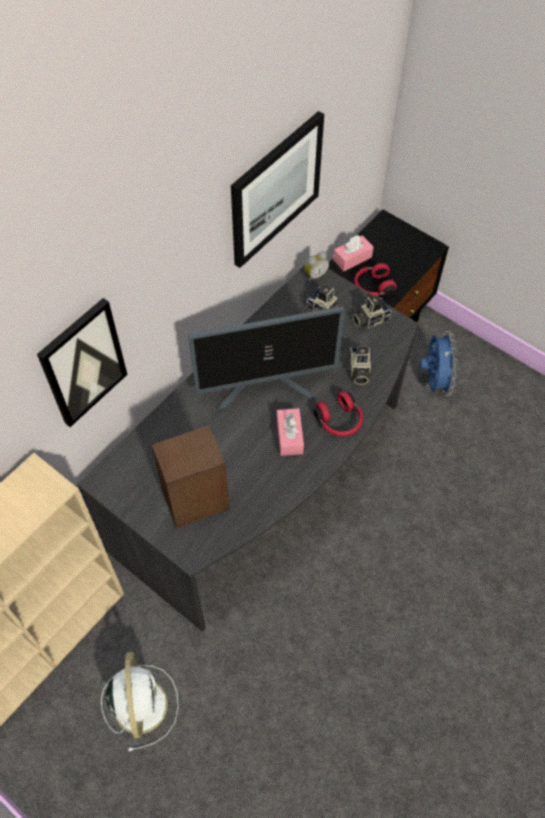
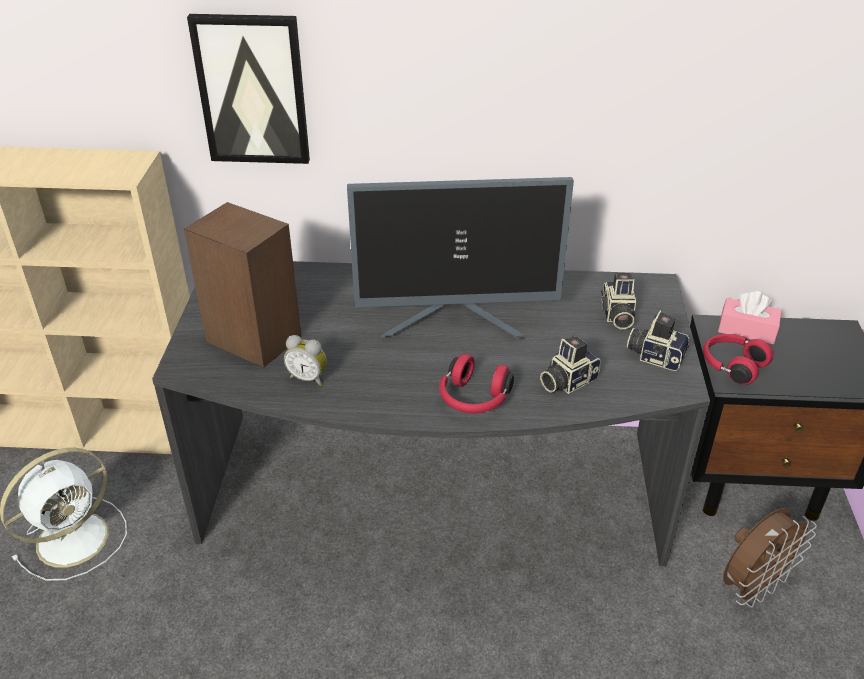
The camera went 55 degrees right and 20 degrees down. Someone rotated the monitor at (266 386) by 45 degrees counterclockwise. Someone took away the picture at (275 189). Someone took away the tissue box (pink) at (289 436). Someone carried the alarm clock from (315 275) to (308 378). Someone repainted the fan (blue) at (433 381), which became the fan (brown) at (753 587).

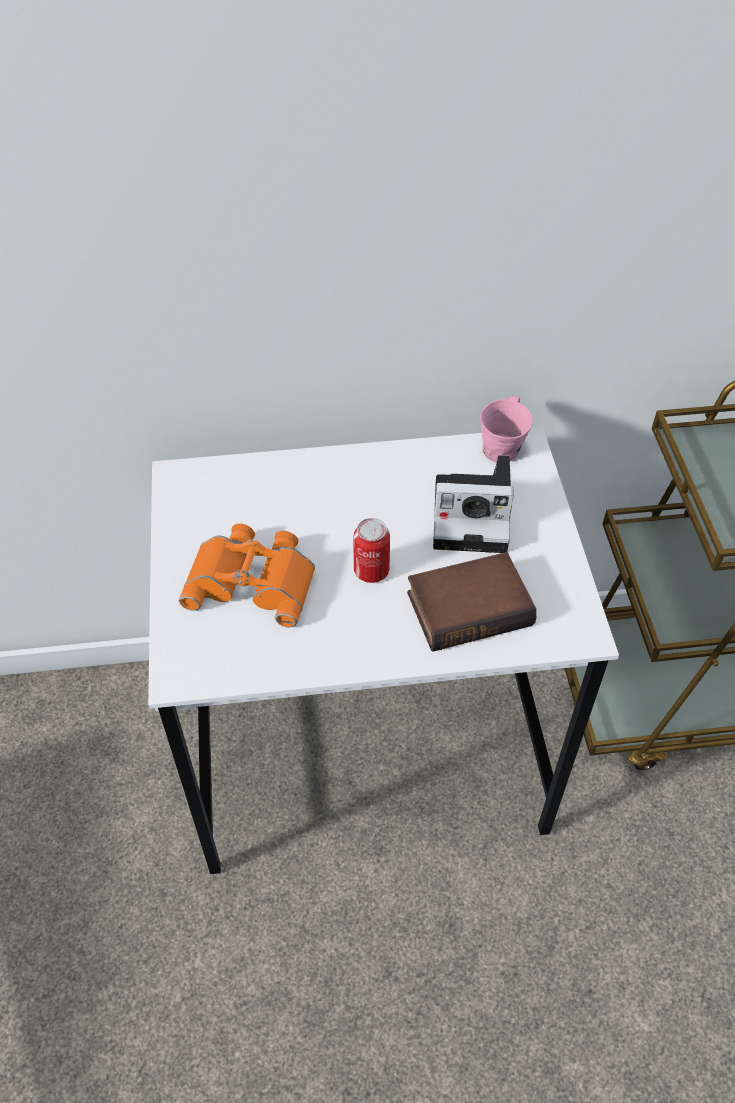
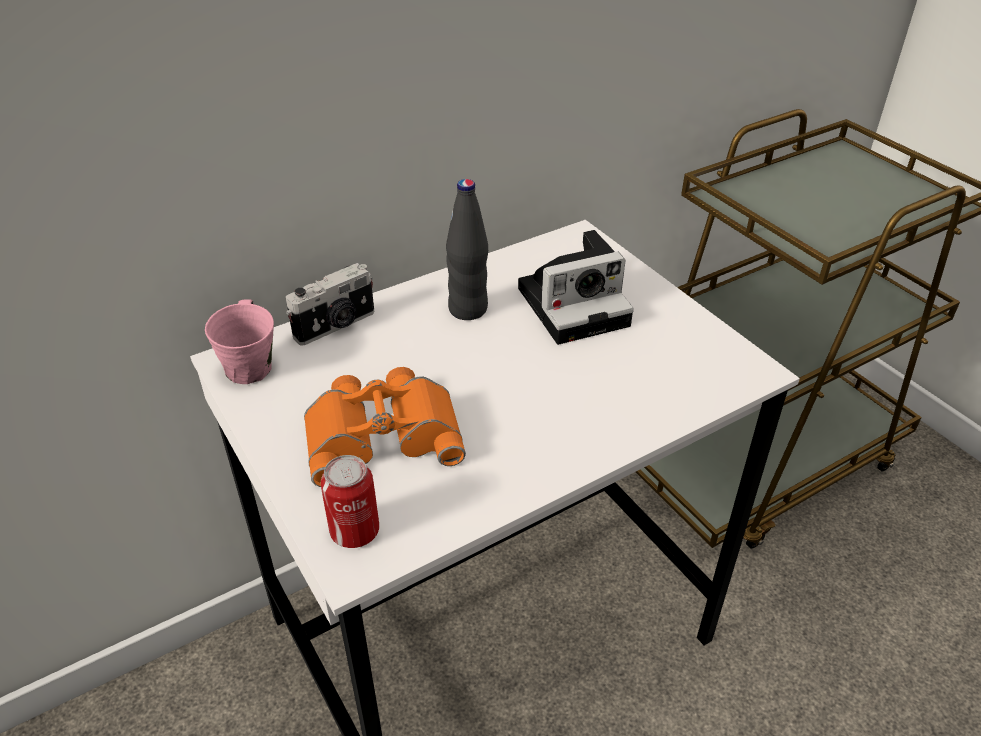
The camera went 25 degrees left and 10 degrees down. Someone carried the can from (371 571) to (355 531). Someone took away the book at (469 606). Someone carried the mug (pink) from (502 449) to (250 367). Someone put down the photo camera at (336 326). Someone put down the bottle (black) at (468 309).

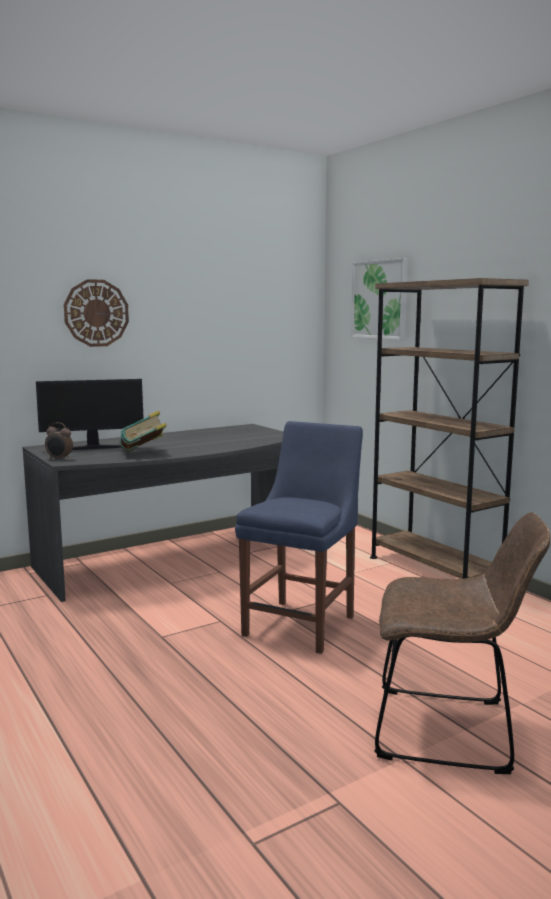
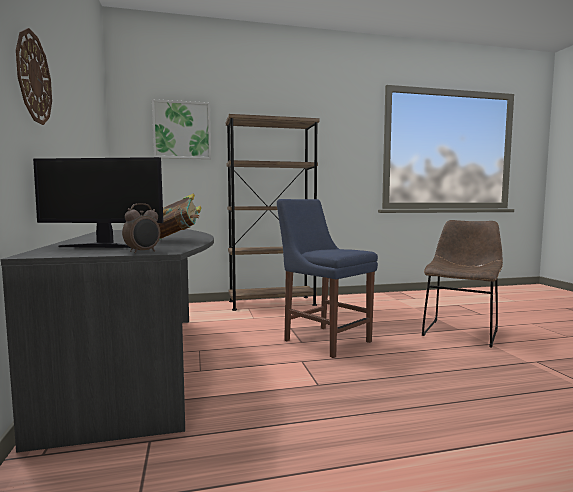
The camera went 70 degrees left and 5 degrees down. Someone rotated the monitor at (93 448) by 90 degrees clockwise.

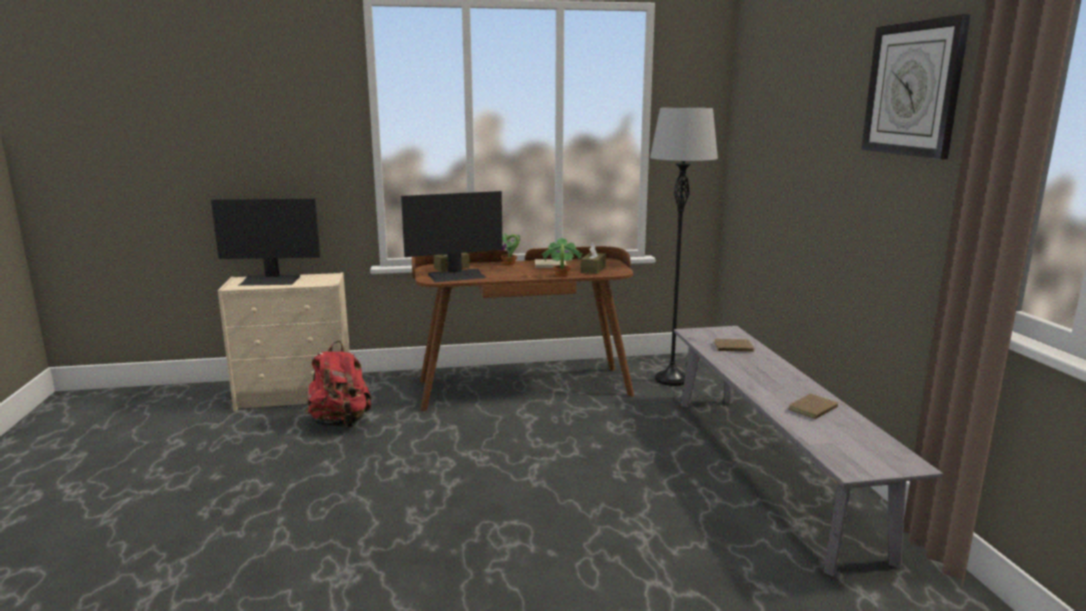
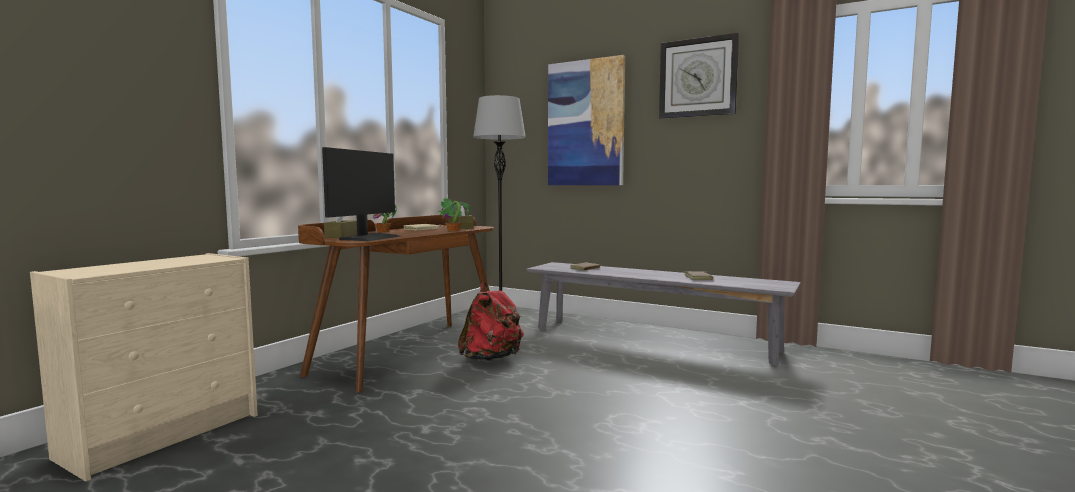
The camera went 50 degrees left and 10 degrees down. Someone took away the monitor at (270 280). Someone carried the backpack (red) from (341 423) to (491 359). Someone put up the picture at (585 123).

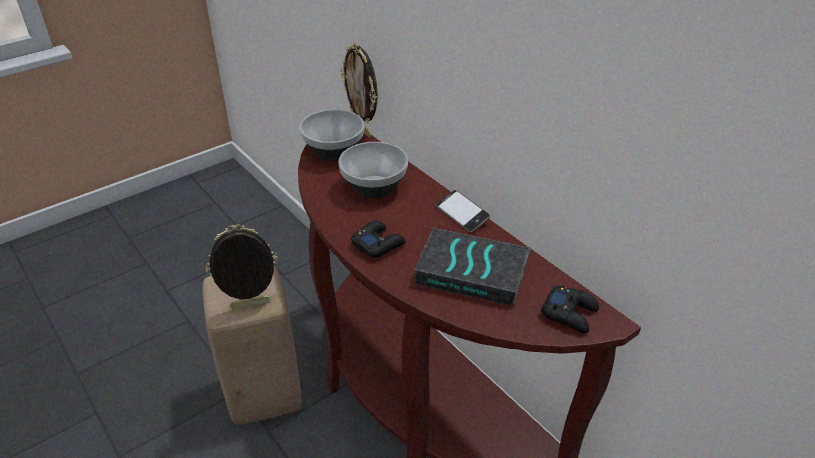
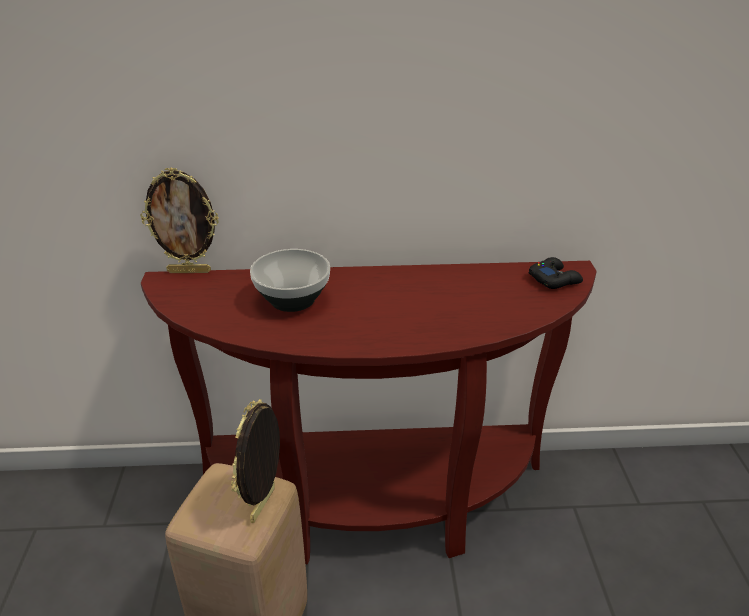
The camera went 55 degrees left and 5 degrees down. Someone took away the bowl at (335 151). Someone took away the game controller (black) at (378 244). Someone took away the book at (473 272). Someone took away the phone at (462 215).

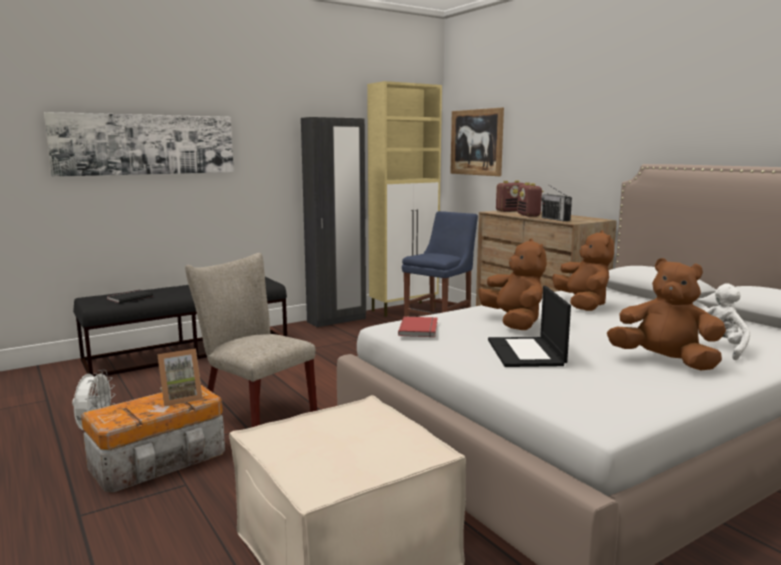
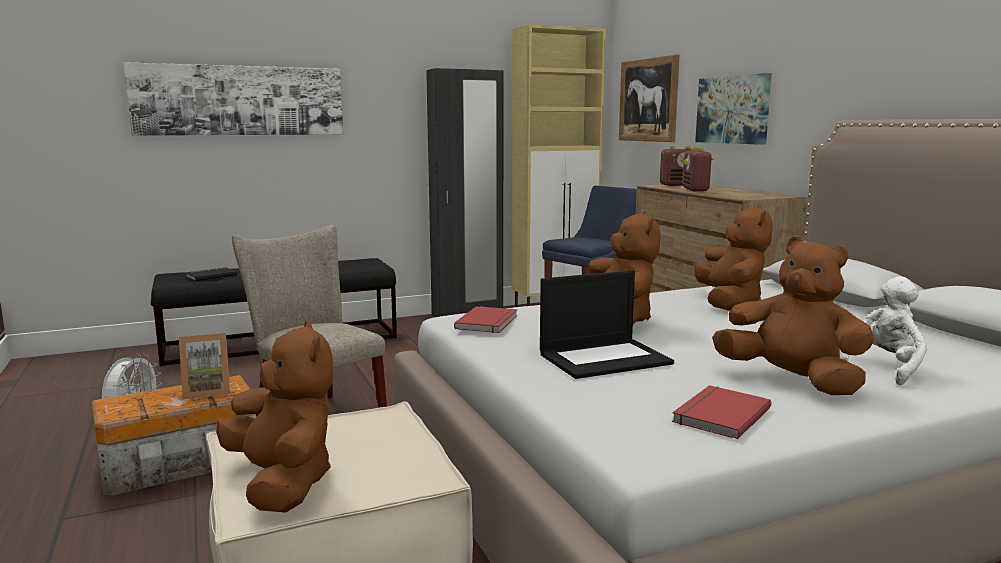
The camera went 10 degrees right and 0 degrees up. Someone rotated the laptop at (526 352) by 120 degrees counterclockwise. Someone took away the radio at (555 219). Someone put down the plush toy (brown) at (283 483). Someone put down the book (red) at (718 414). Someone put up the picture at (733 110).

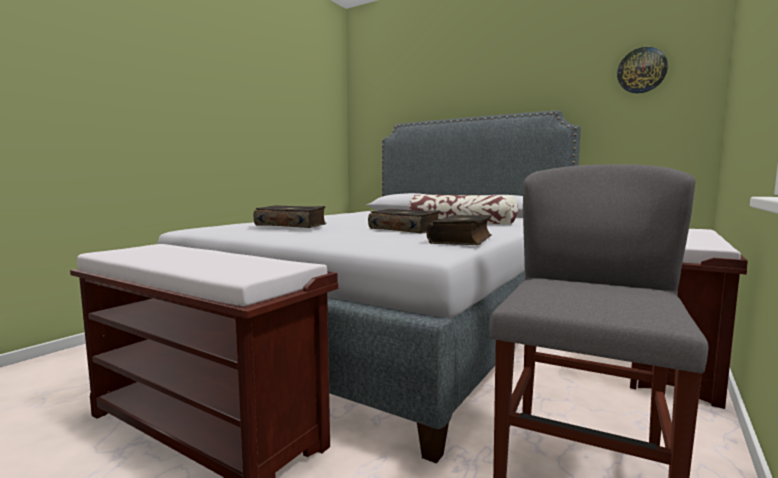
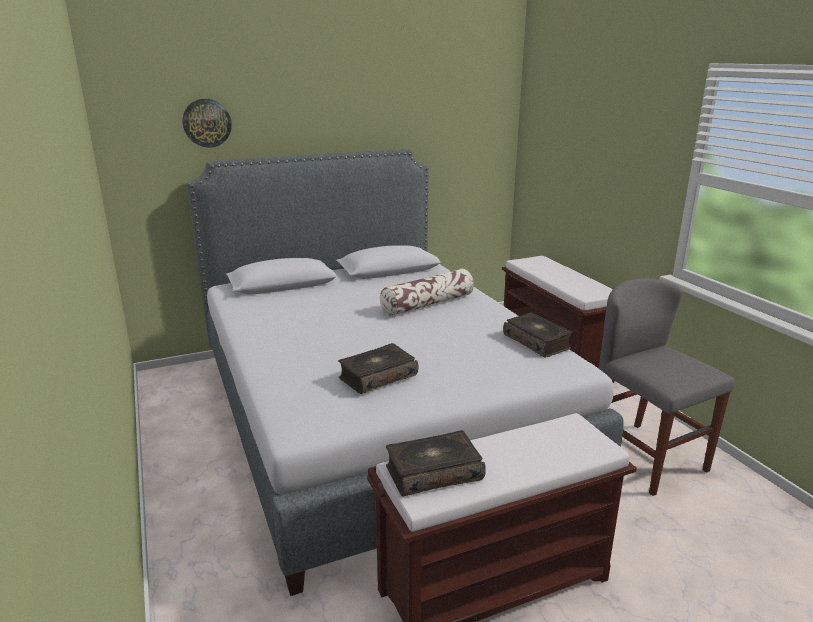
The camera went 55 degrees left and 15 degrees up. Someone carried the book from (405 229) to (433 473). Someone carried the wall clock from (641 70) to (207 123).

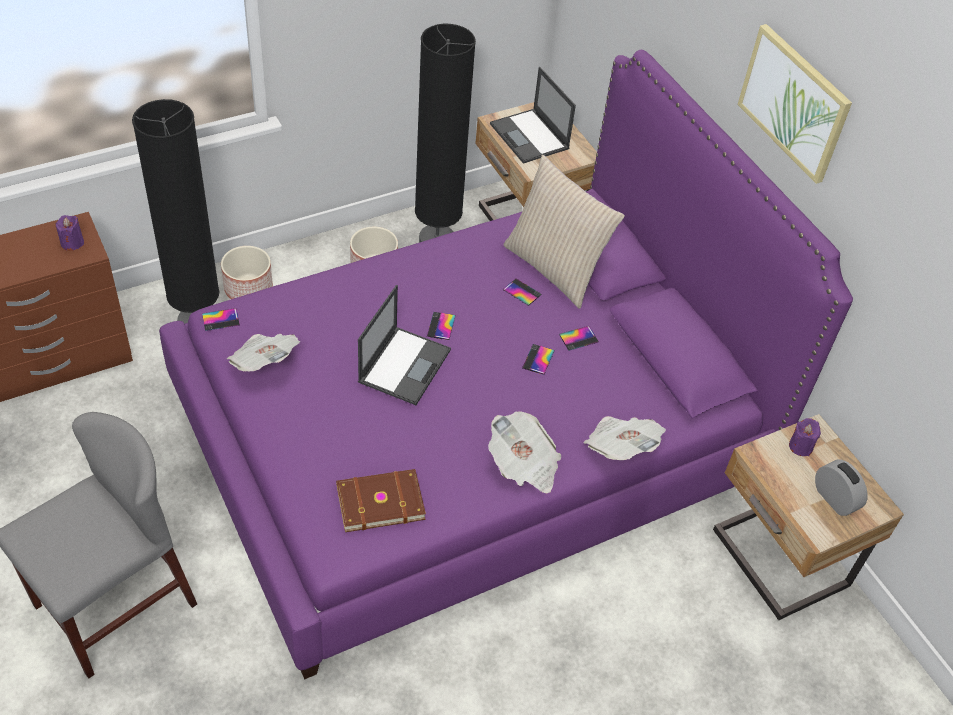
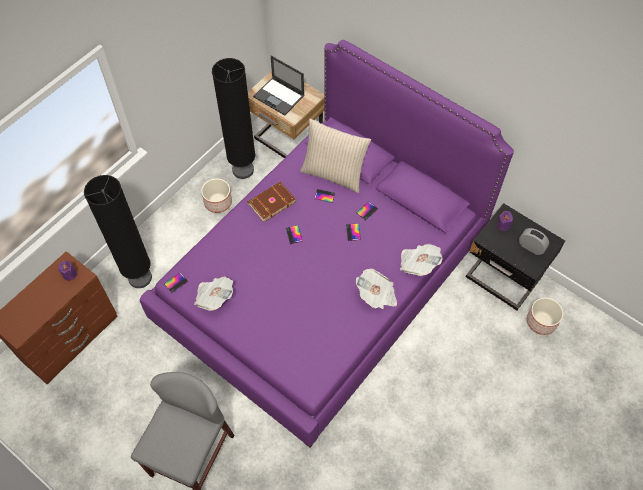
The camera went 20 degrees left and 10 degrees up. Someone carried the planter from (248 288) to (541 321). Someone carried the book (brown) from (379 501) to (271 202). Someone took away the laptop at (404 365). Someone repainted the nightstand (beige) at (777 561), which became the nightstand (black) at (502 279). Someone took away the picture at (794 102).

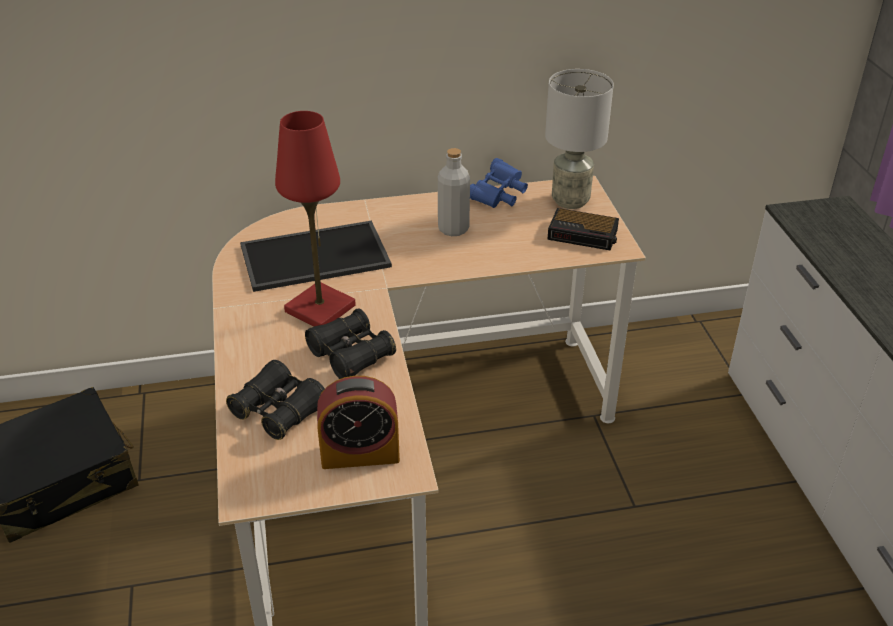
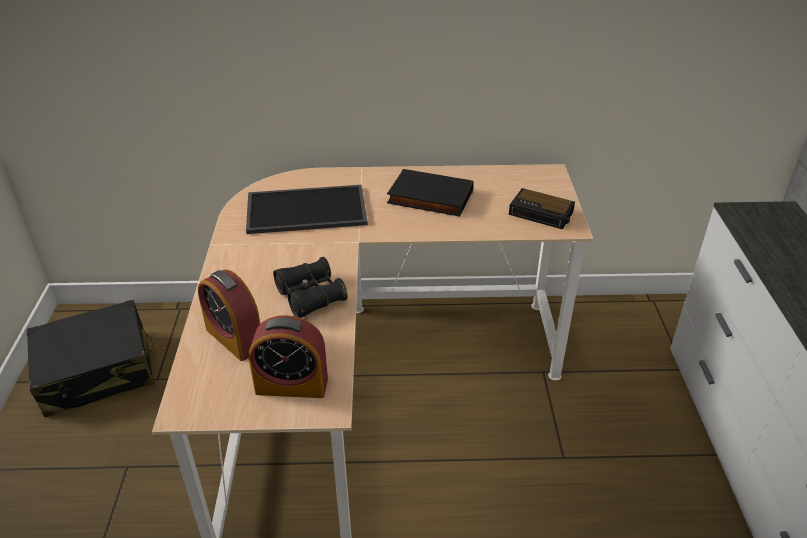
The camera went 10 degrees right and 0 degrees up. Someone swapped the binoculars (black) at (279 411) for the alarm clock at (234 338). Someone took away the table lamp (red) at (320 308). Someone swapped the bottle (grey) at (453 229) for the book (black) at (429 198). Someone took away the binoculars (blue) at (498 196). Someone took away the table lamp (grey) at (569 201).

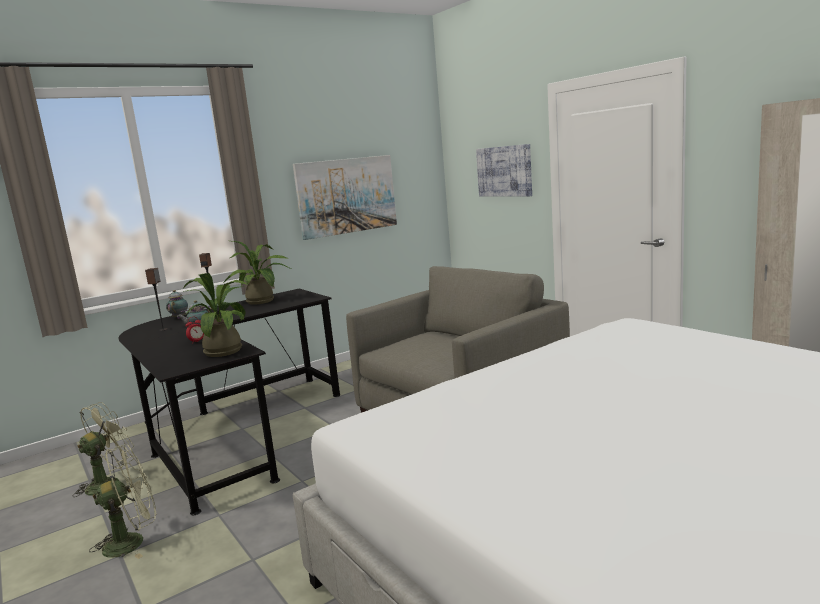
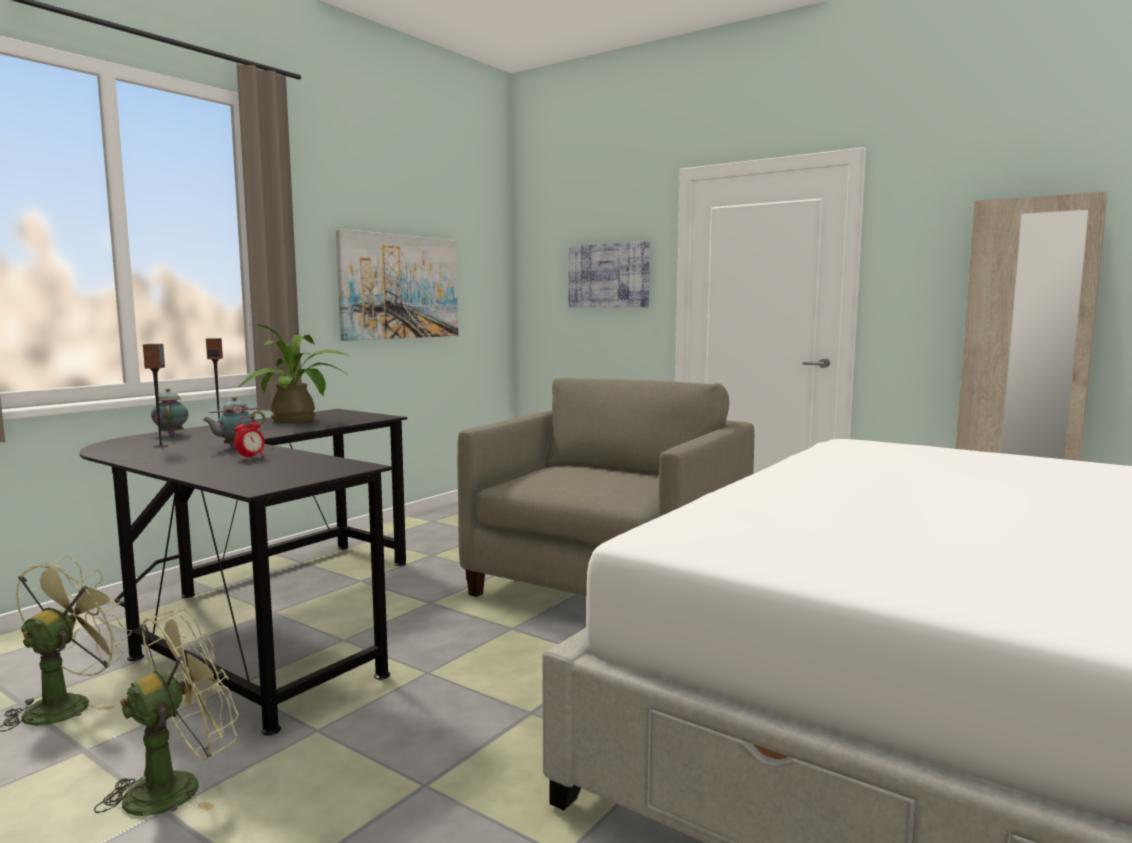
The camera went 20 degrees left and 5 degrees down. Someone took away the potted plant at (226 350).

